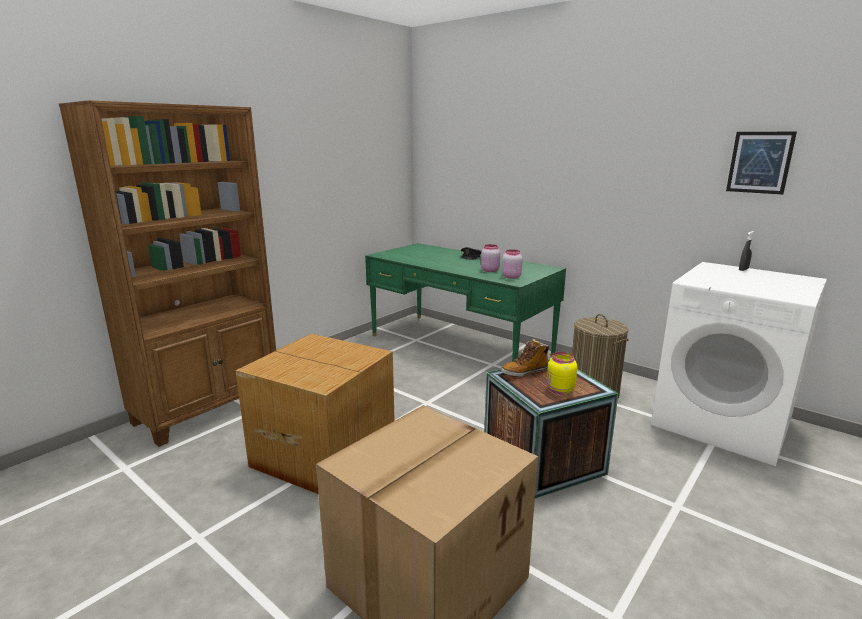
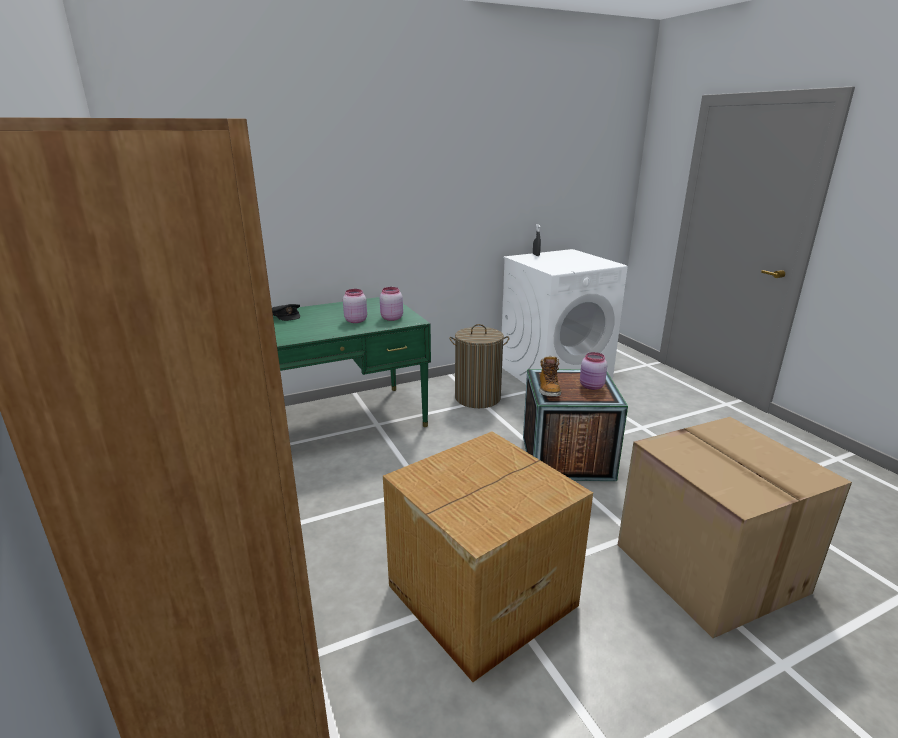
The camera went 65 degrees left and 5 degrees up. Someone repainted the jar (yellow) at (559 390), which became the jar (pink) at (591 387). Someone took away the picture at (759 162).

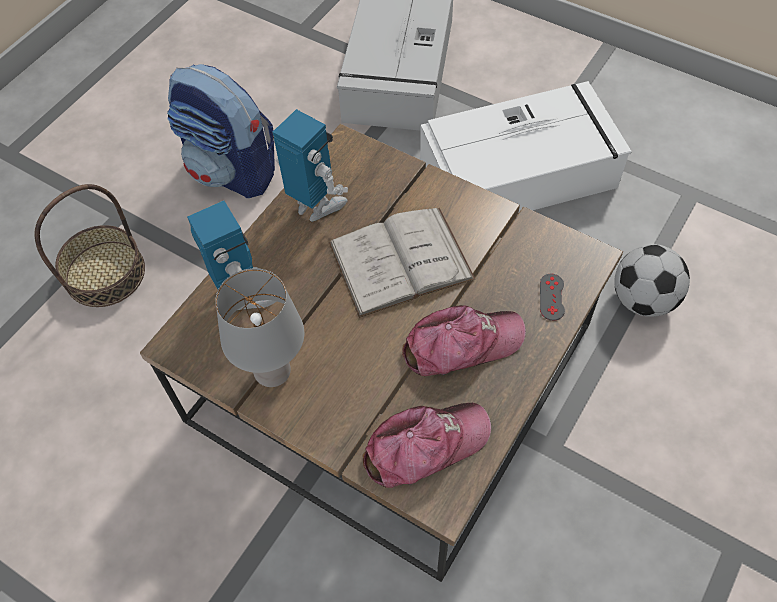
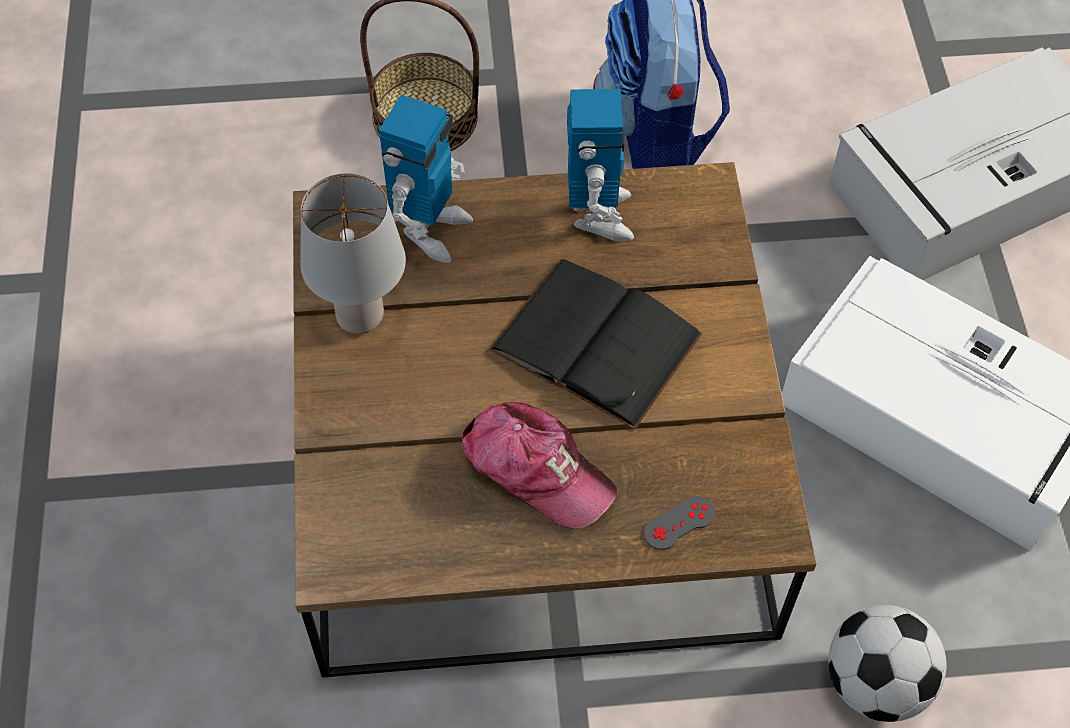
The camera went 50 degrees right and 0 degrees up. Someone repainted the book (white) at (400 261), which became the book (black) at (596 342). Someone took away the cap at (425 446).

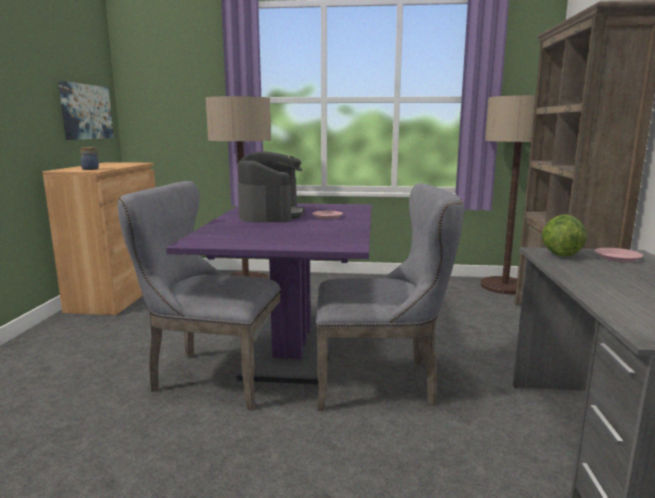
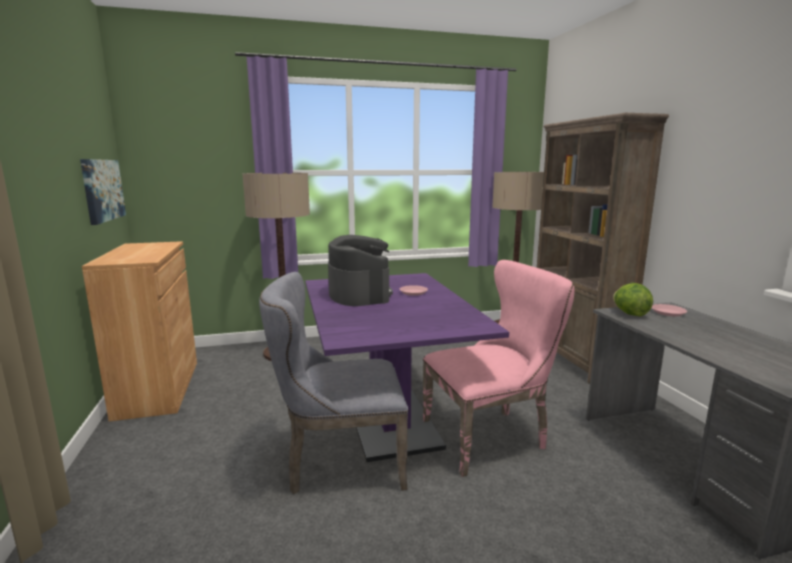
The camera went 20 degrees left and 0 degrees up. Someone took away the jar at (91 169). Someone repainted the chair (grey) at (382 382), which became the chair (pink) at (491 436).

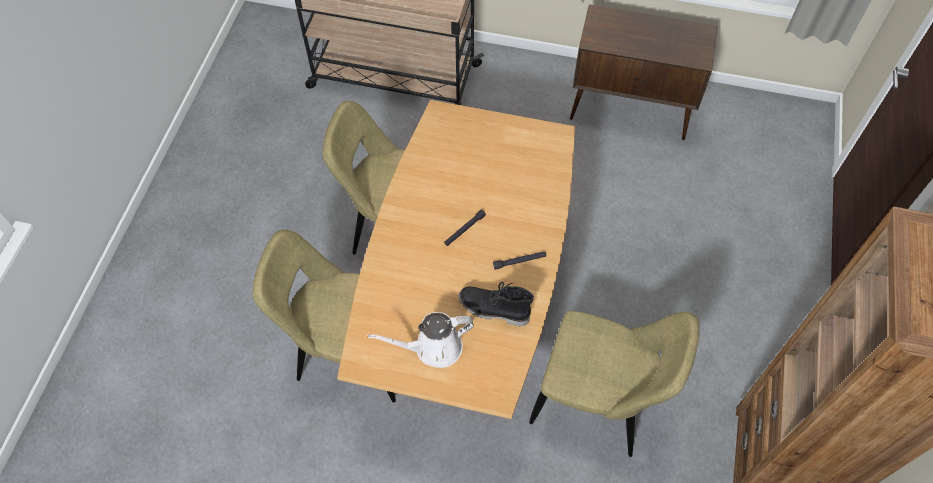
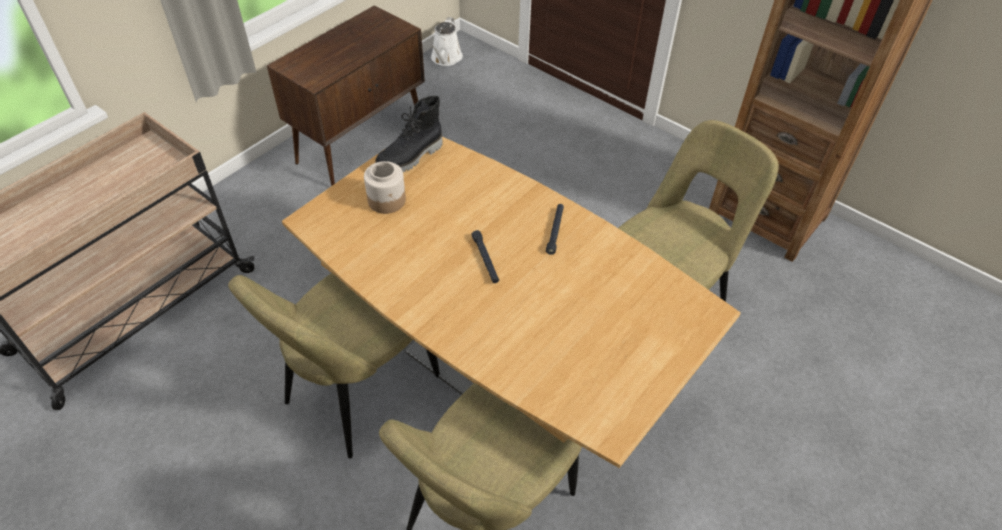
The camera went 65 degrees left and 10 degrees down. Someone carried the watering can (white) from (433 348) to (445 59). Someone carried the boot (black) from (493 310) to (410 158). Someone put down the jar at (387 200).

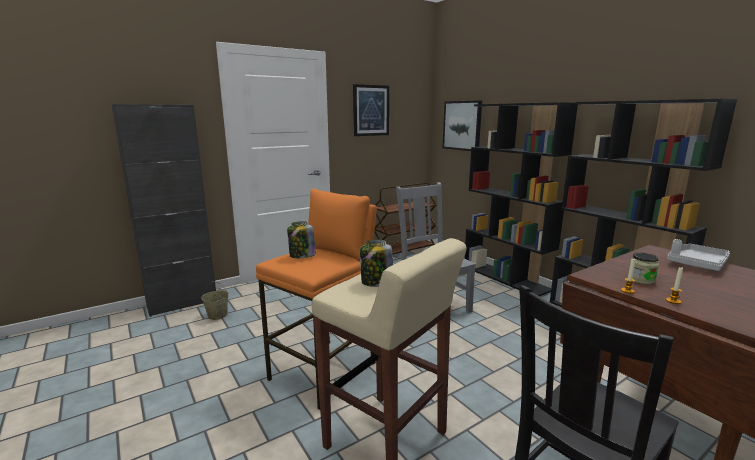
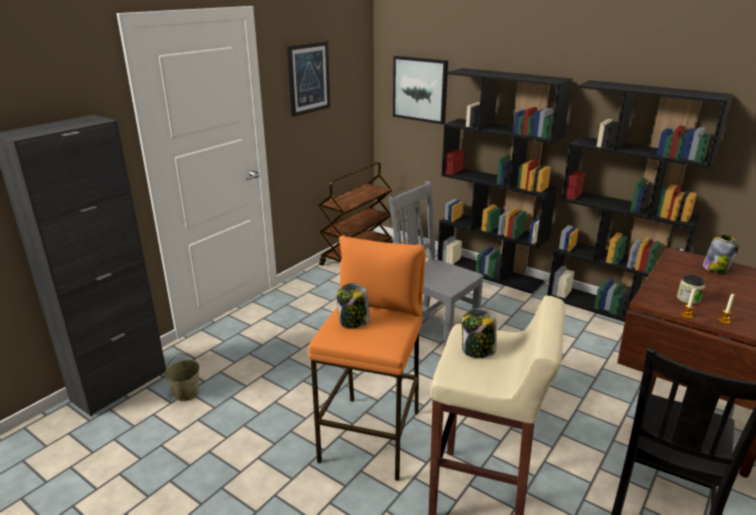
The camera went 20 degrees left and 10 degrees up. Someone swapped the tray (grey) at (696 264) for the jar at (716 269).

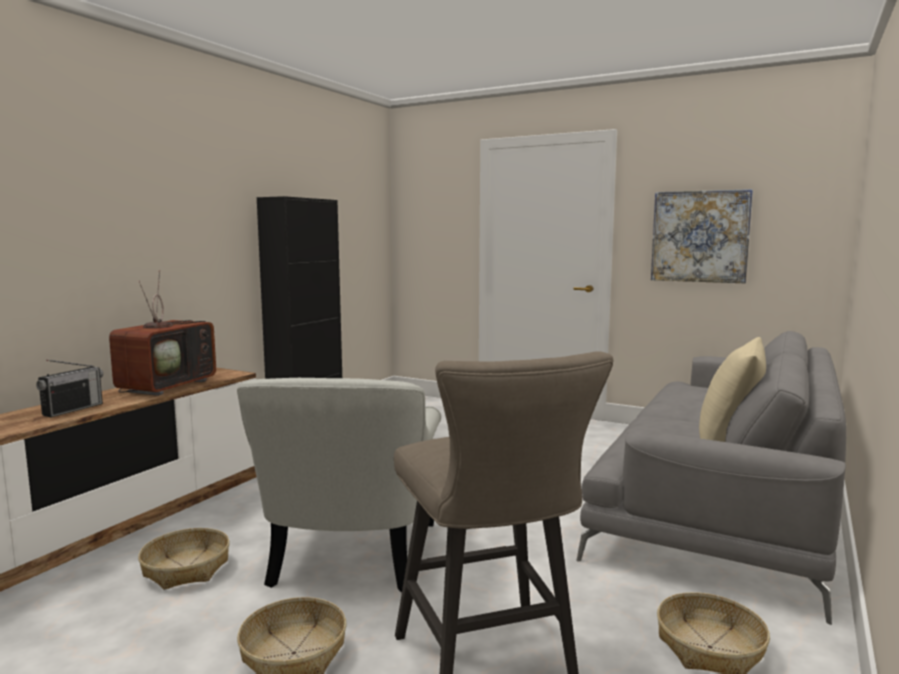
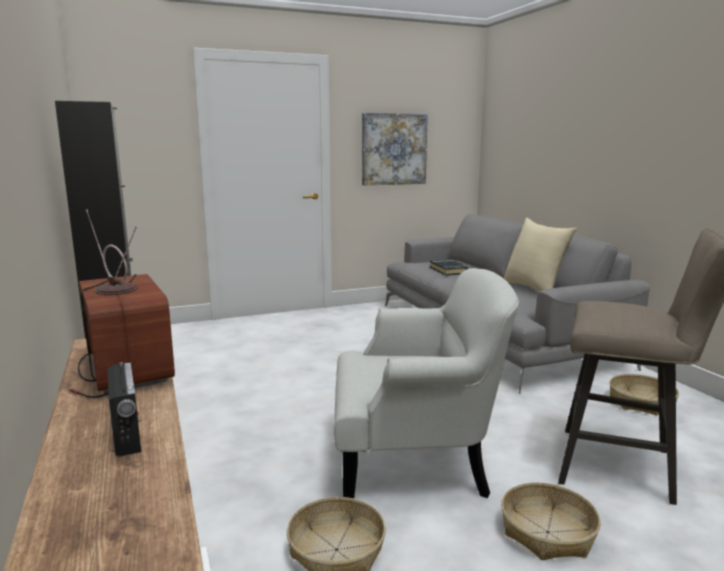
The camera went 50 degrees left and 5 degrees up. Someone rotated the armchair (white) at (351 554) by 45 degrees counterclockwise. Someone put down the book (black) at (448 270).

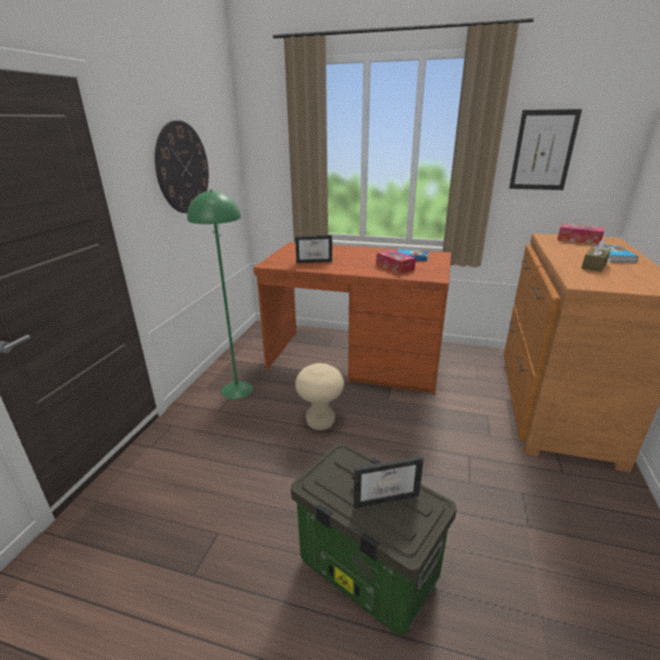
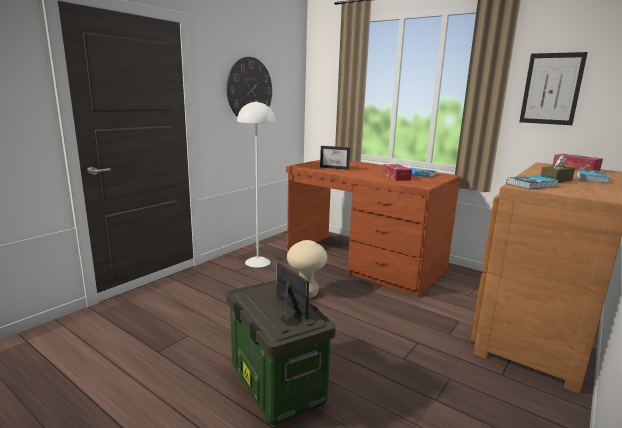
The camera went 20 degrees right and 10 degrees down. Someone repainted the floor lamp (green) at (237 389), which became the floor lamp (white) at (258 262). Someone rotated the picture frame at (385 495) by 135 degrees counterclockwise. Someone put down the book at (532 185).

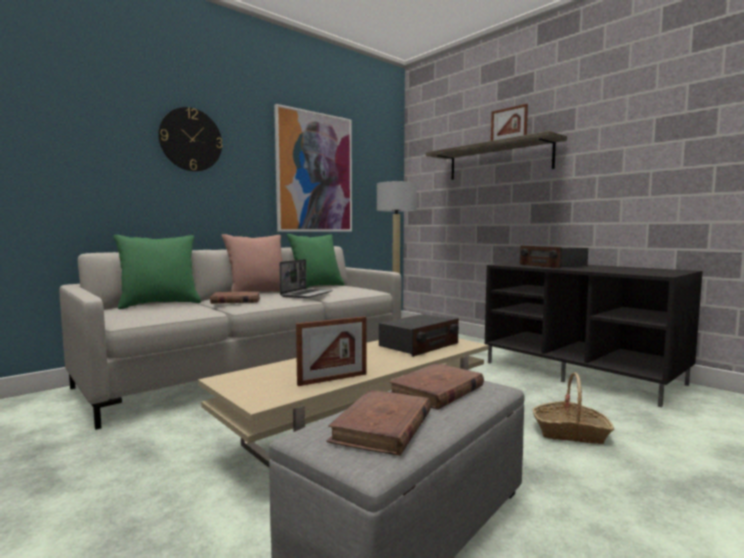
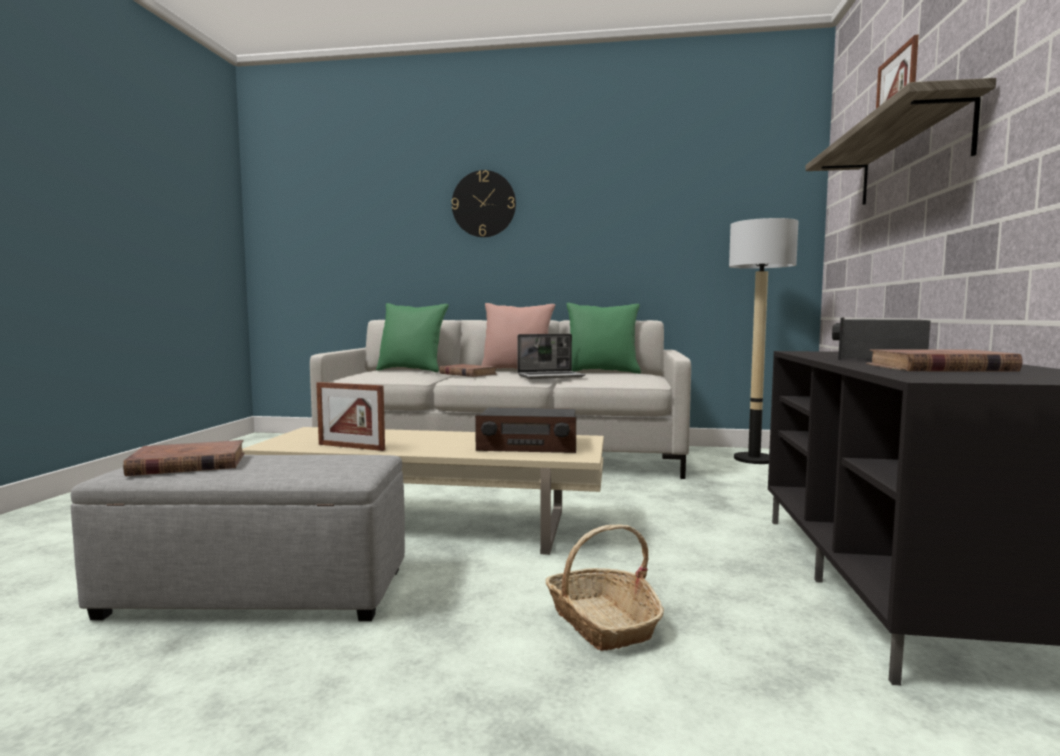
The camera went 50 degrees right and 0 degrees up. Someone took away the picture at (314 173). Someone carried the book (brown) from (436 390) to (938 368).

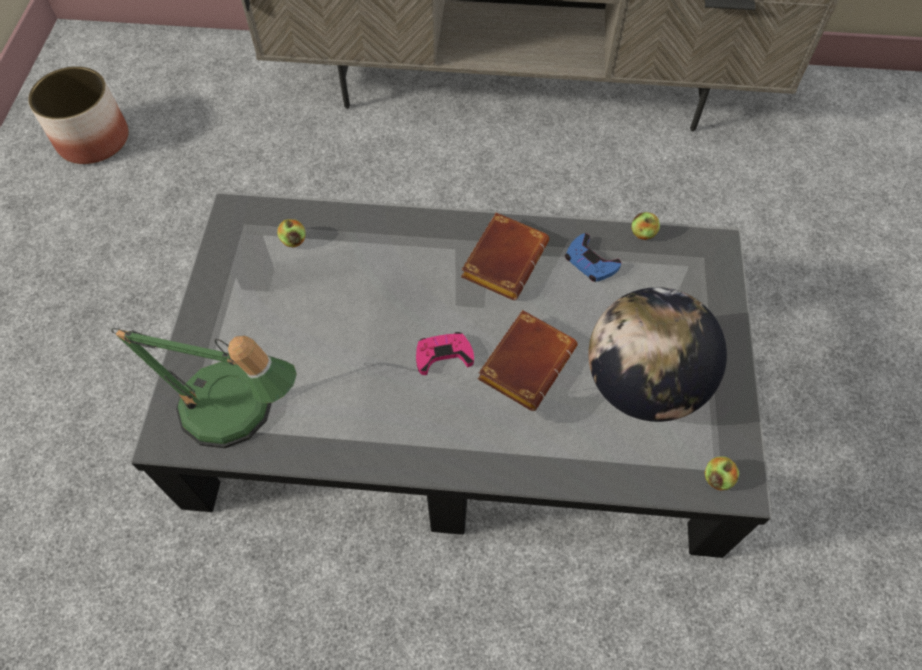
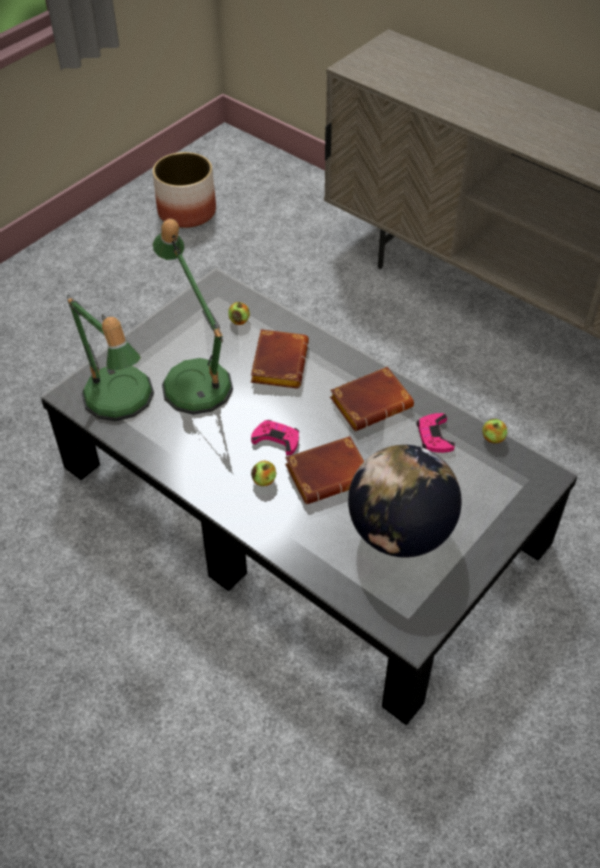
The camera went 35 degrees right and 10 degrees down. Someone repainted the game controller (blue) at (590 262), which became the game controller (pink) at (434 436). Someone carried the apple from (717 478) to (264 480). Someone put down the table lamp at (195 378). Someone put down the book (brown) at (277 362).

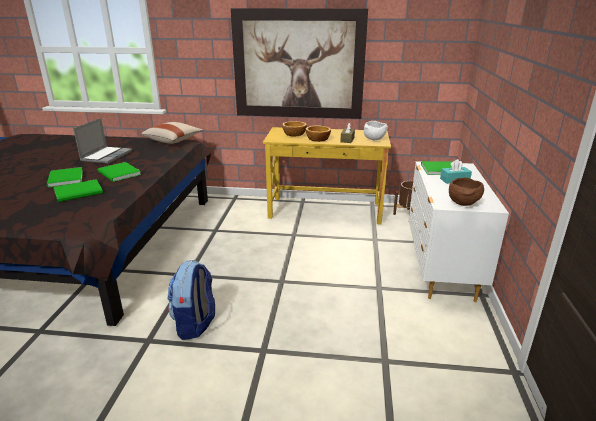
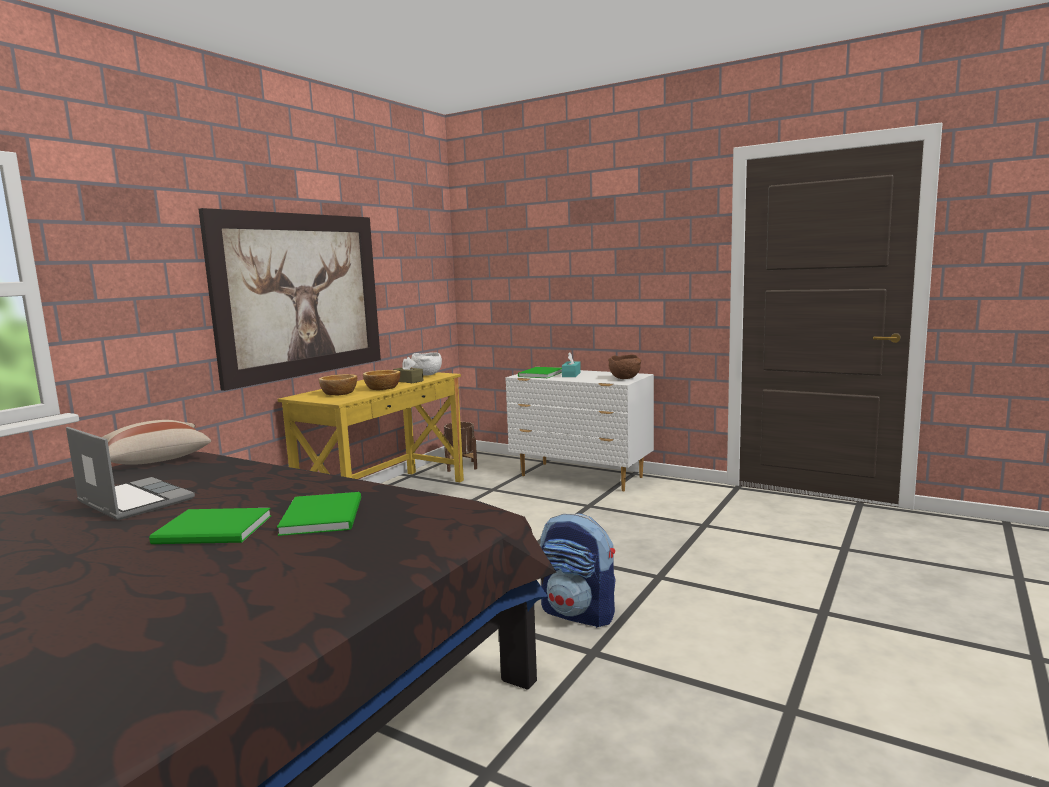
The camera went 65 degrees left and 15 degrees down. Someone took away the book (green) at (119 173).

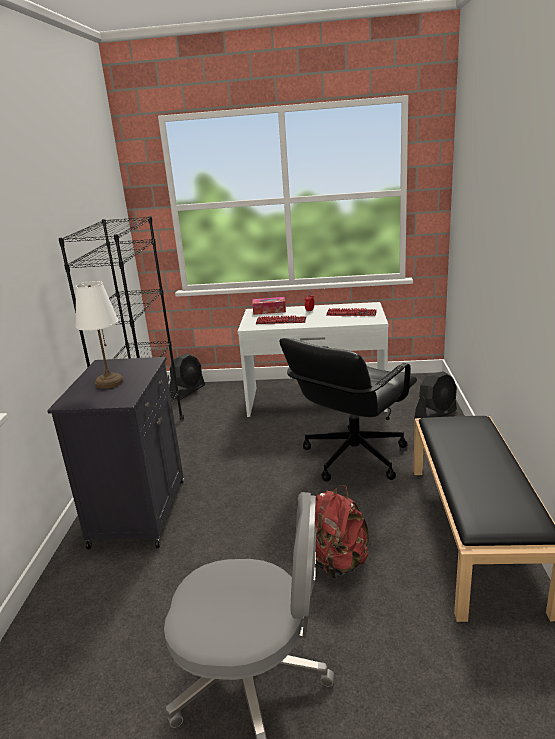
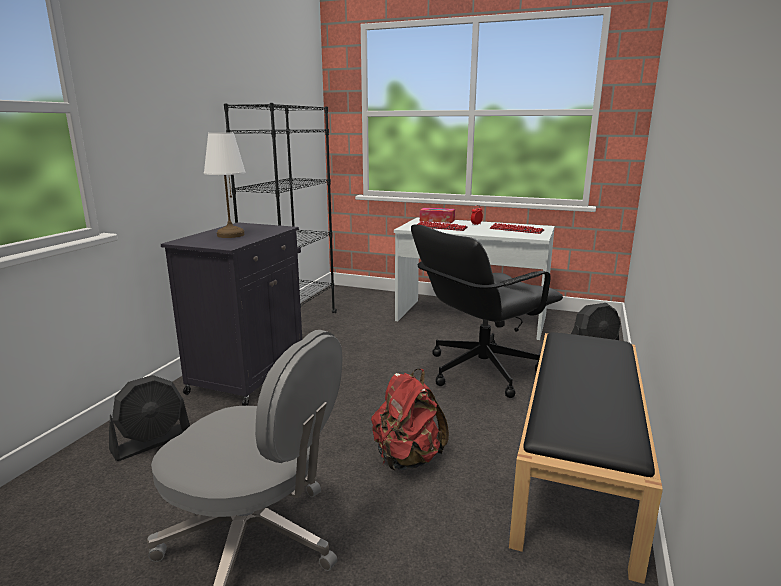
The camera went 15 degrees right and 5 degrees down. Someone carried the fan (black) from (188 391) to (152 442).

